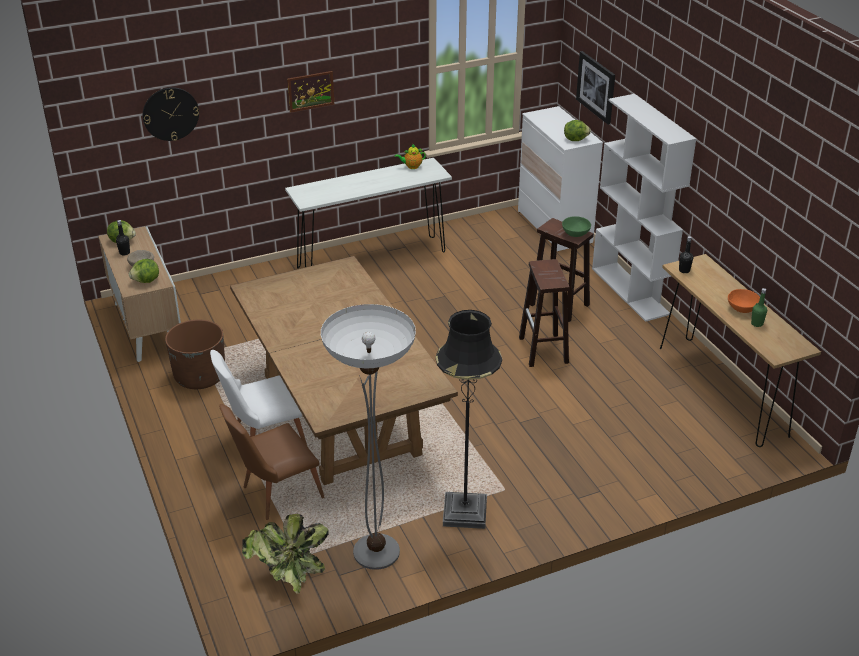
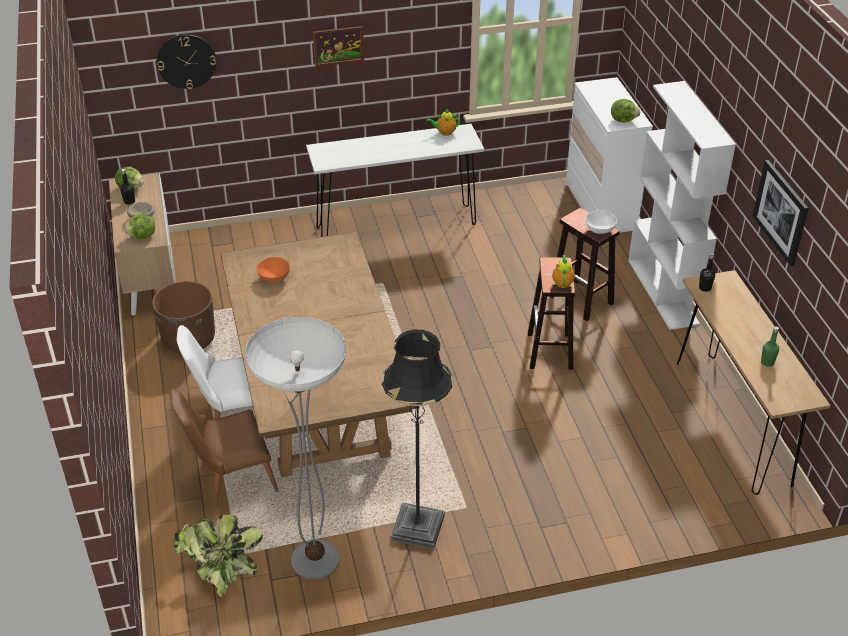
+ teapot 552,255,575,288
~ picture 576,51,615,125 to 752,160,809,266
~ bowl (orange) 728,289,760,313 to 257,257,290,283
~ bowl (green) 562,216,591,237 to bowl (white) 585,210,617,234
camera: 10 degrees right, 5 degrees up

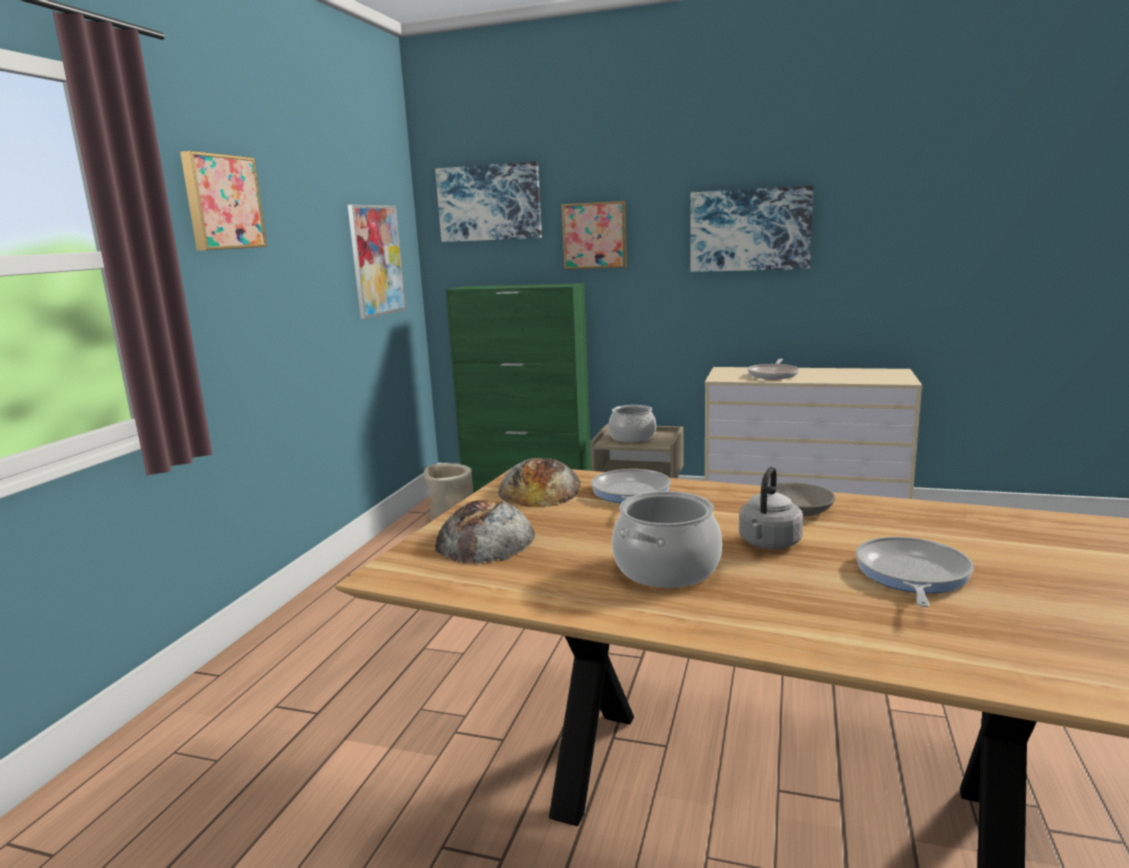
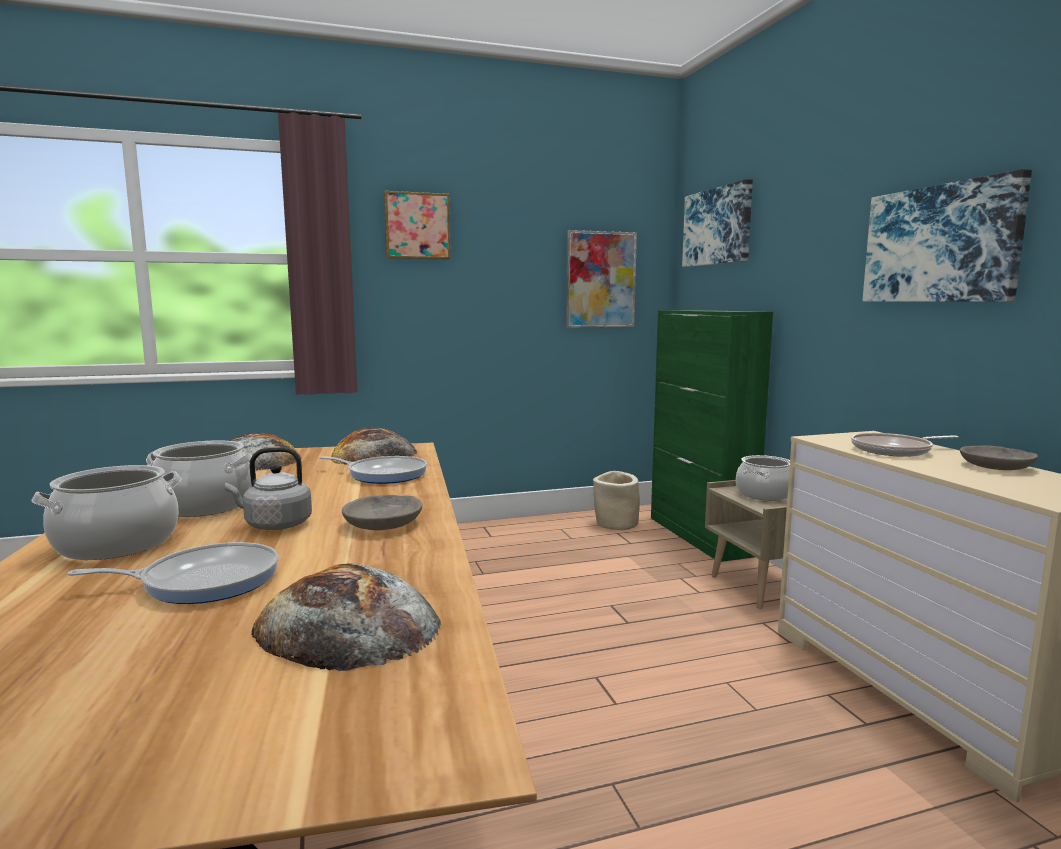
- picture 562,201,627,269
+ cooking pot 31,465,181,560
+ bread 251,563,441,671
+ bowl (grey) 960,446,1038,470
~ frying pan 591,469,671,503 = 319,456,427,484 45 degrees clockwise
camera: 55 degrees right, 5 degrees down

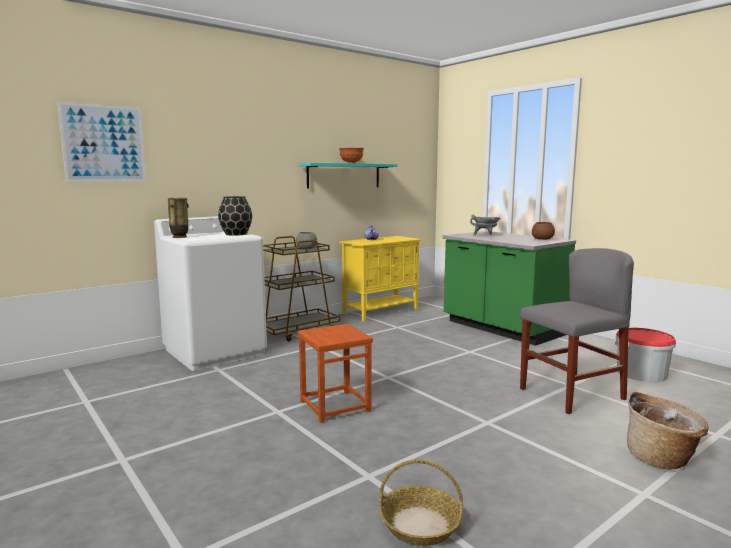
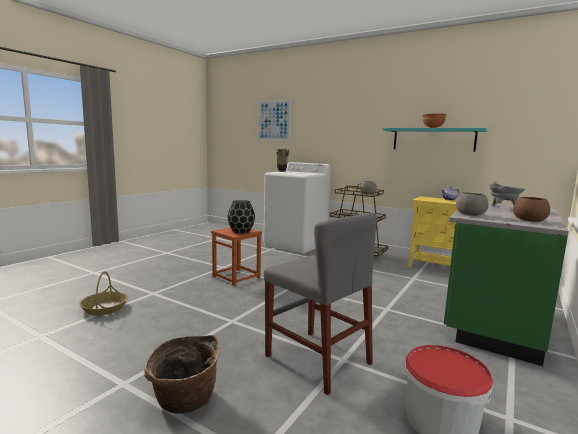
+ bowl (grey) 456,192,489,216
~ vase (black) 218,196,252,236 to 228,200,255,234
camera: 70 degrees right, 0 degrees up

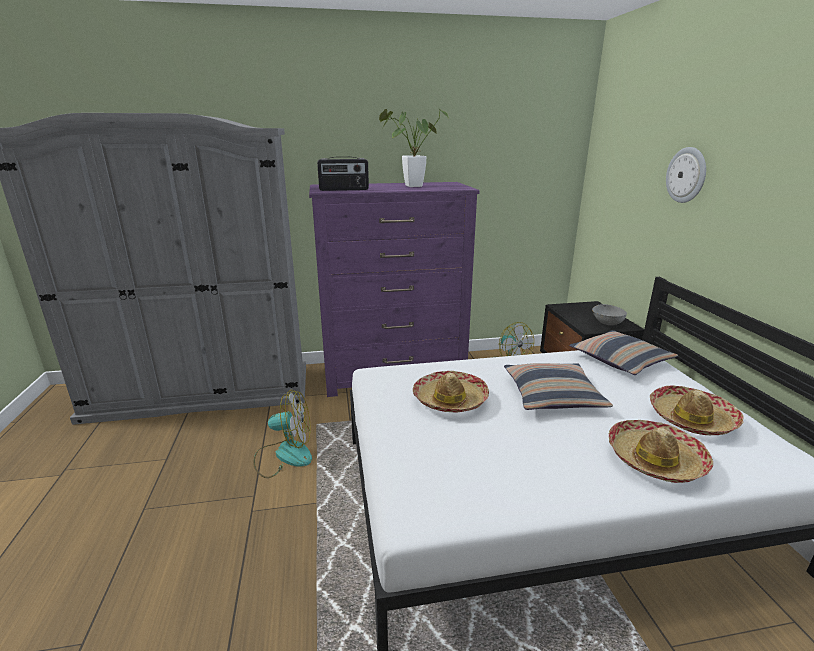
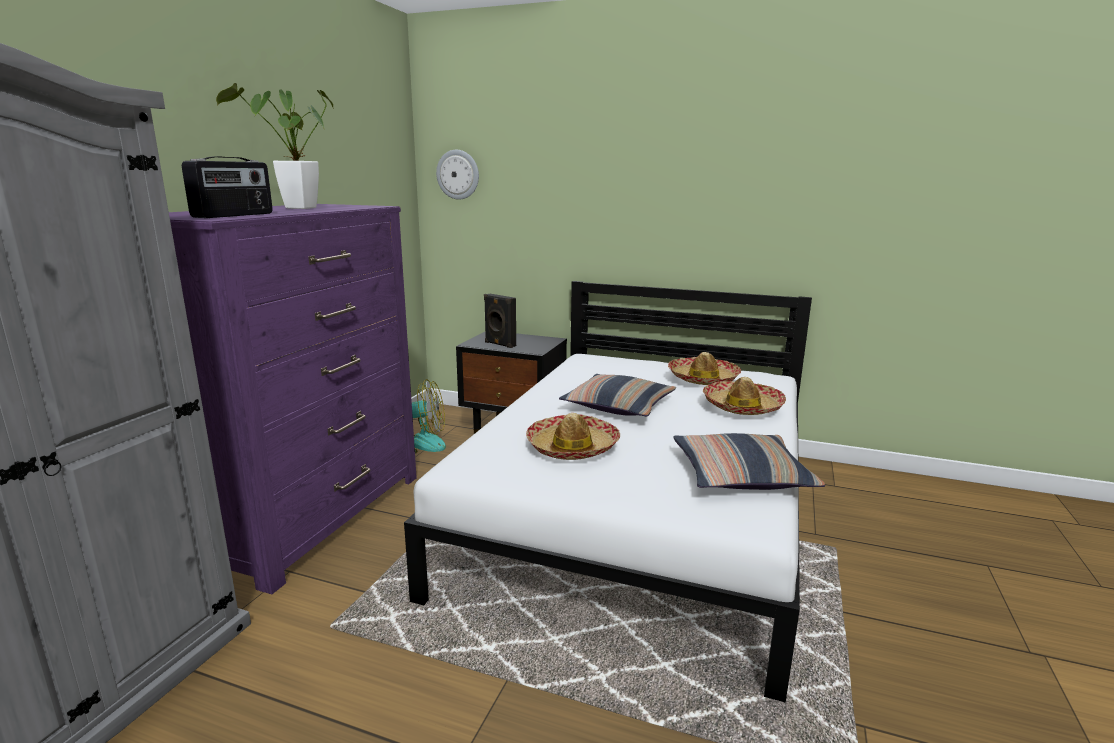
- fan 253,390,312,478
- bowl (grey) 592,304,627,325
+ speaker (black) 484,294,516,348
~ pillow 569,330,678,375 to 673,433,825,490
~ wall clock 666,147,706,203 to 436,150,479,200
camera: 60 degrees left, 5 degrees down

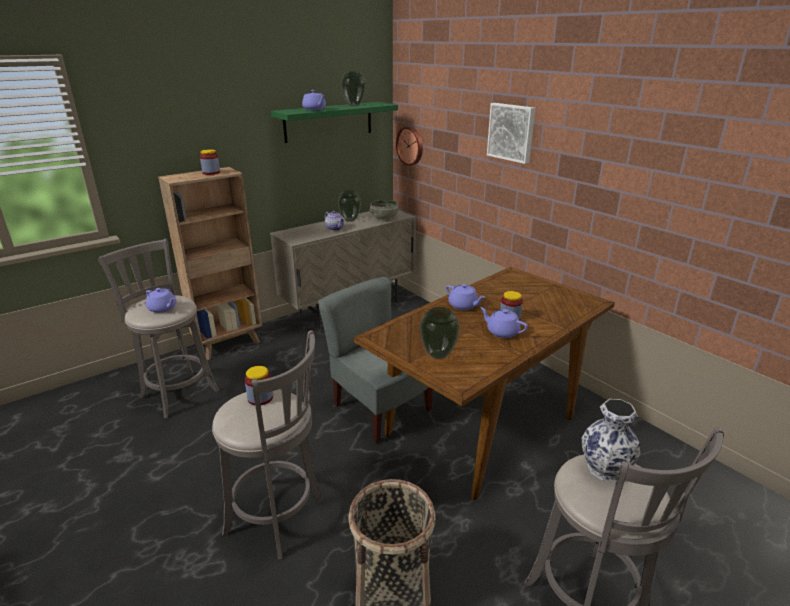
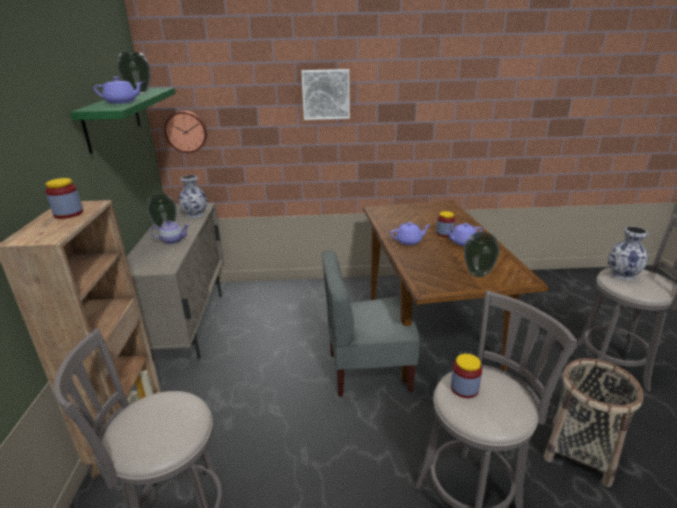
- teapot (purple) 146,288,176,313
~ bowl (grey) 369,200,399,222 to vase 179,175,207,218
camera: 55 degrees left, 0 degrees up

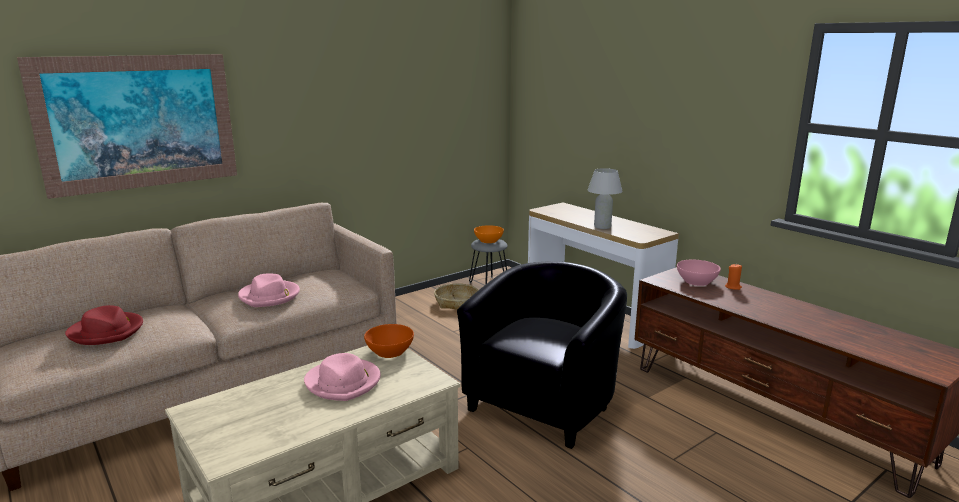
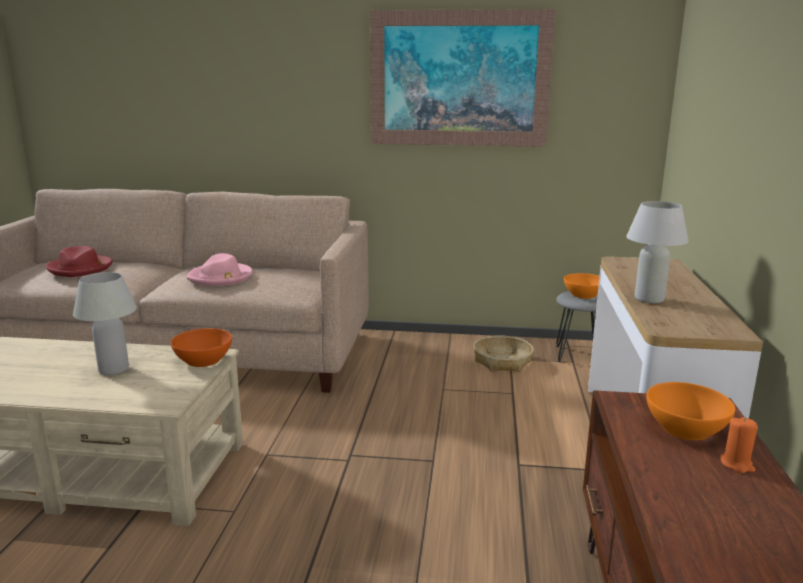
- armchair (black) 457,261,627,449
~ picture 17,54,237,199 to 370,9,555,147
~ hat (pink) 304,353,381,401 to table lamp (white) 73,272,137,375
~ bowl (pink) 677,260,721,286 to bowl (orange) 646,382,735,440
camera: 45 degrees right, 0 degrees up

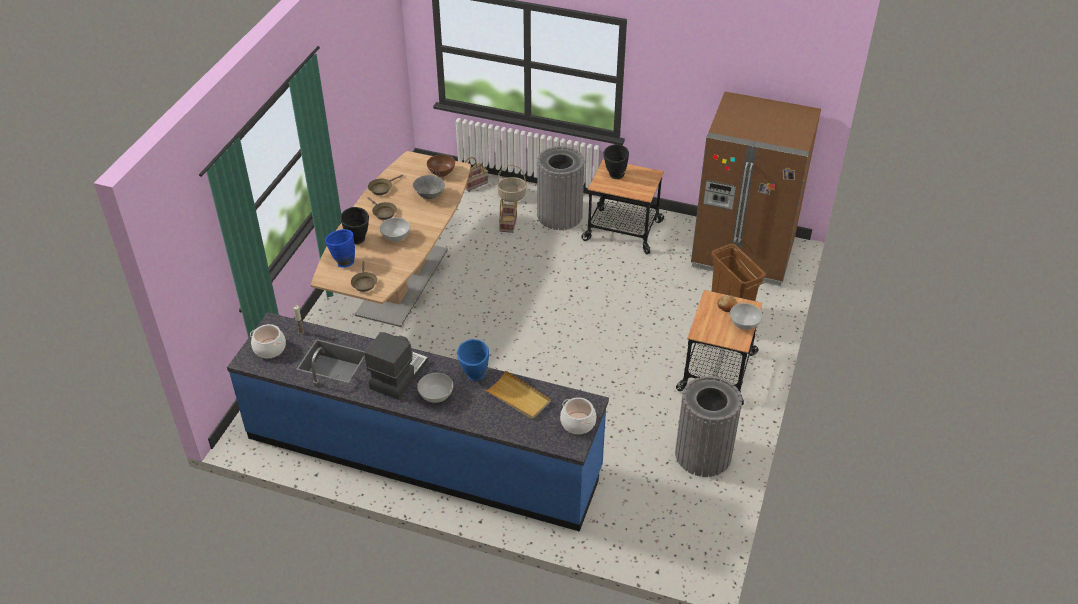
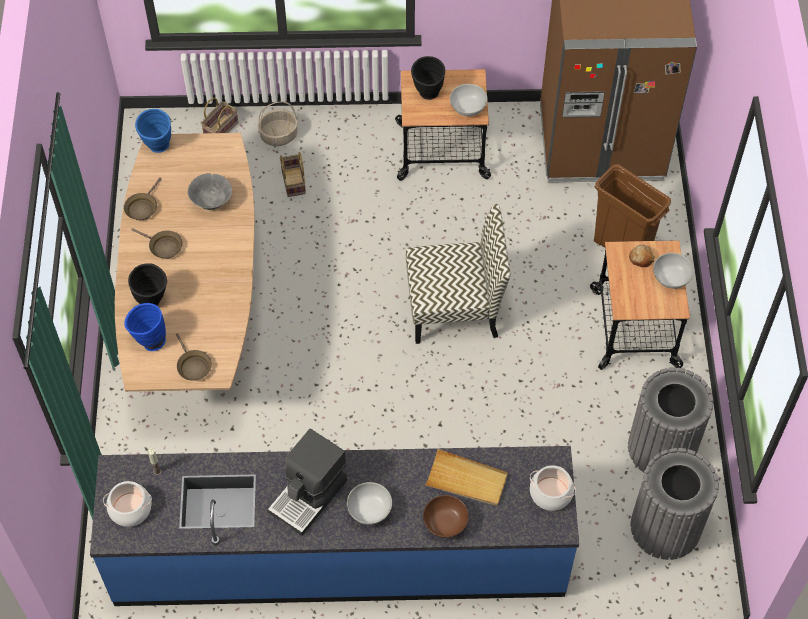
+ chair 406,204,510,344
~ bowl (white) 380,218,410,242 to 450,84,487,116
~ bowl (brown) 427,154,455,177 to 423,495,469,538
~ vase (blue) 457,339,489,381 to 135,109,171,153
~ trash can (grey) 537,146,585,230 to 630,448,719,560
~ coffee machine 364,332,428,400 = 267,428,347,536 150 degrees counterclockwise
camera: 20 degrees left, 15 degrees up

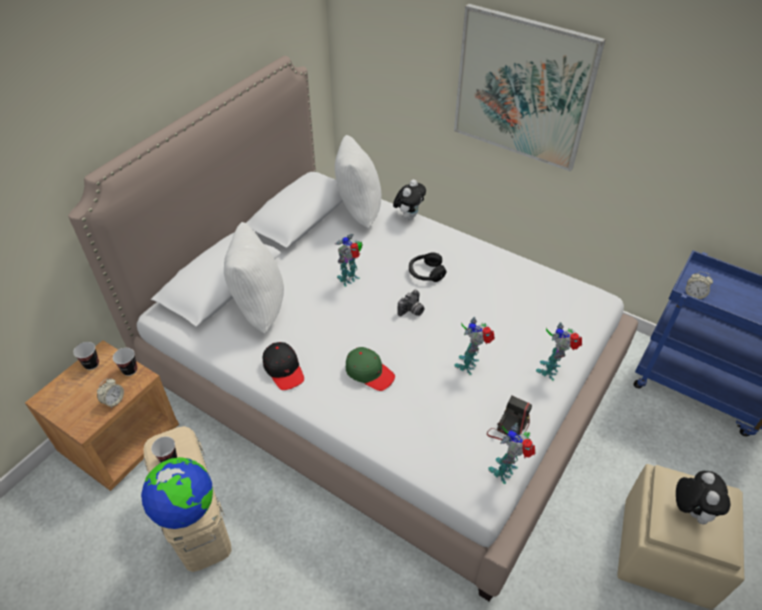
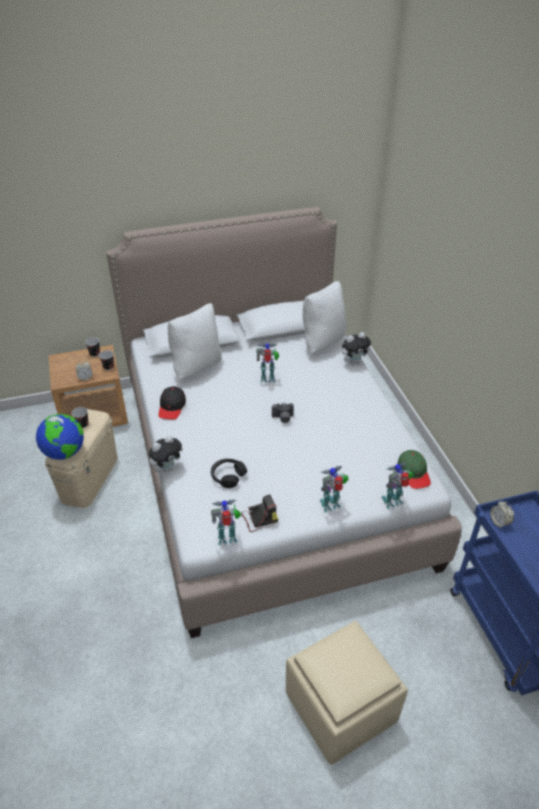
- picture 454,4,606,172
~ cap (green) 346,347,395,391 to 397,450,431,489
~ headphones (black) 409,252,447,282 to 211,459,247,488
~ toy robot 454,317,495,375 to 382,462,413,509
~ plush toy 676,471,731,525 to 149,435,183,473
camera: 40 degrees right, 5 degrees down

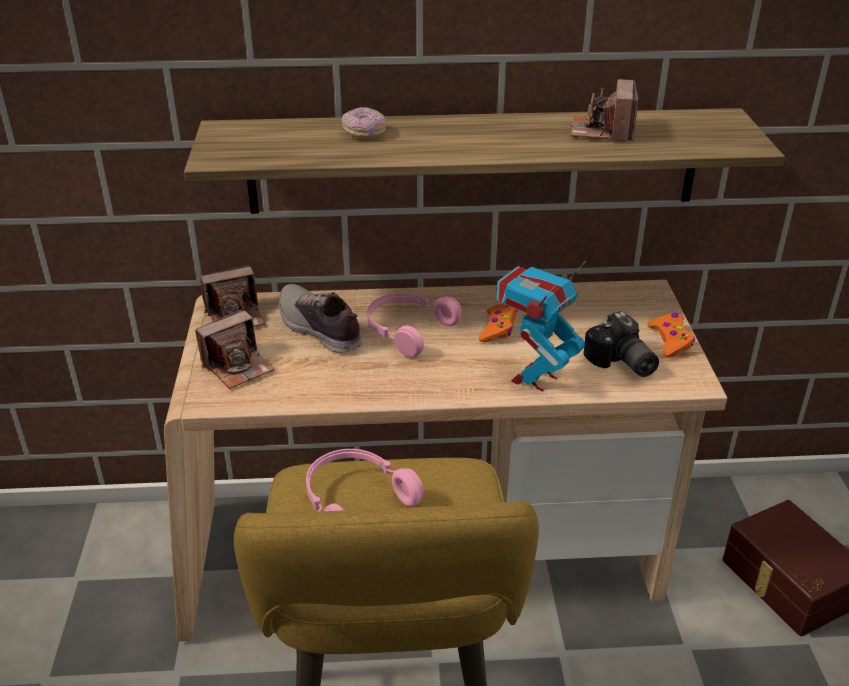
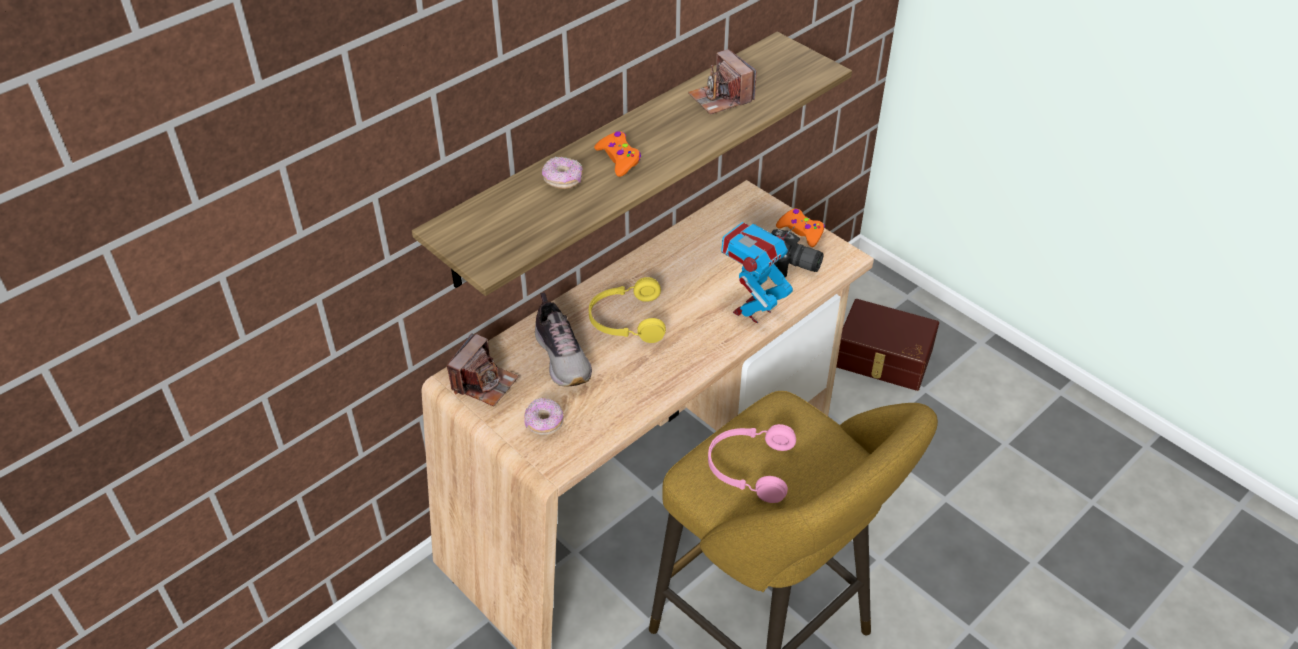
~ game controller (orange) 479,304,518,342 to 594,131,641,177
~ photo camera 195,309,275,389 to donut 524,398,564,435
~ headphones (pink) 367,293,462,357 to headphones (yellow) 589,277,666,343
~ shoe 279,284,362,353 = 535,292,592,387 120 degrees counterclockwise
~ toy robot 496,260,586,391 = 721,222,794,324 45 degrees clockwise
camera: 40 degrees left, 10 degrees up

